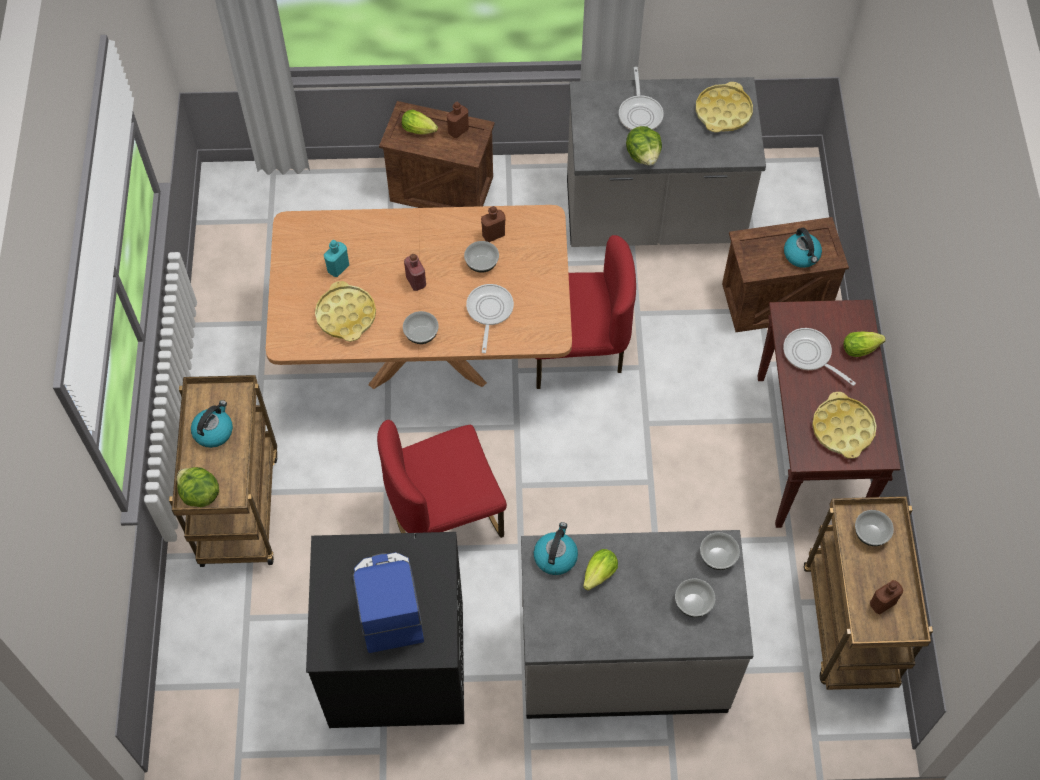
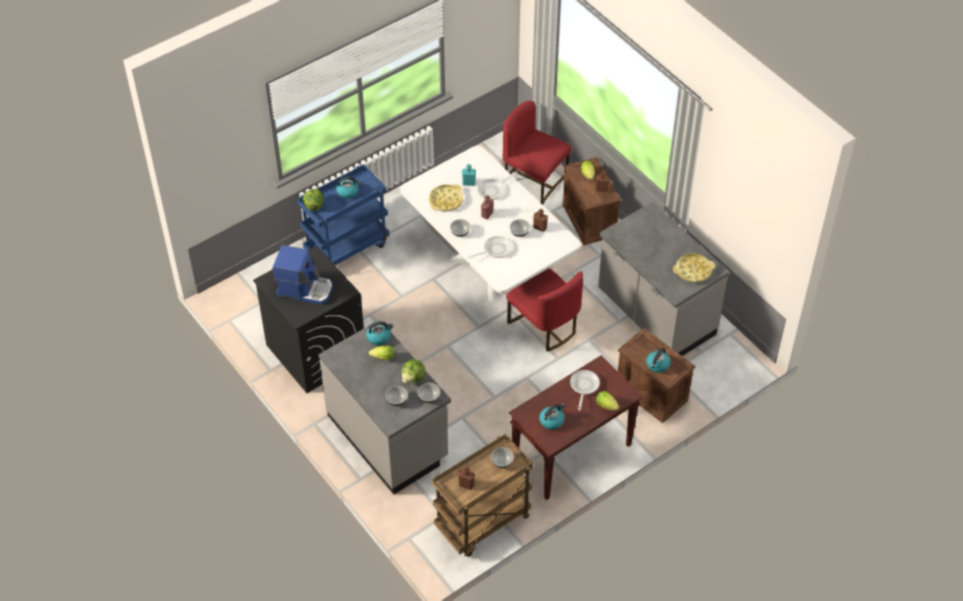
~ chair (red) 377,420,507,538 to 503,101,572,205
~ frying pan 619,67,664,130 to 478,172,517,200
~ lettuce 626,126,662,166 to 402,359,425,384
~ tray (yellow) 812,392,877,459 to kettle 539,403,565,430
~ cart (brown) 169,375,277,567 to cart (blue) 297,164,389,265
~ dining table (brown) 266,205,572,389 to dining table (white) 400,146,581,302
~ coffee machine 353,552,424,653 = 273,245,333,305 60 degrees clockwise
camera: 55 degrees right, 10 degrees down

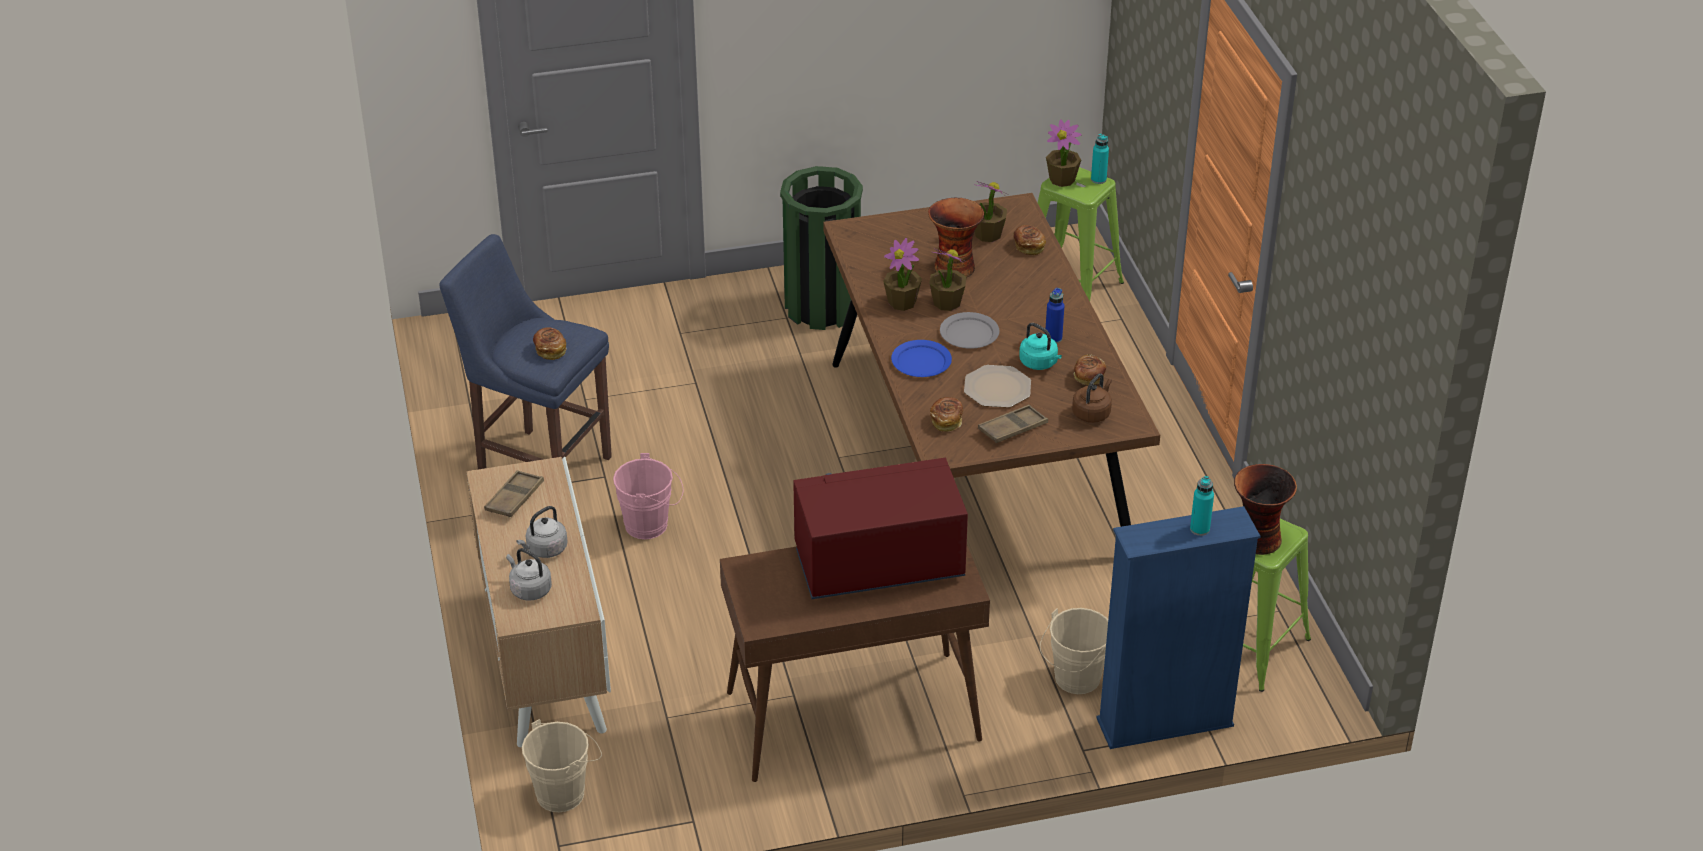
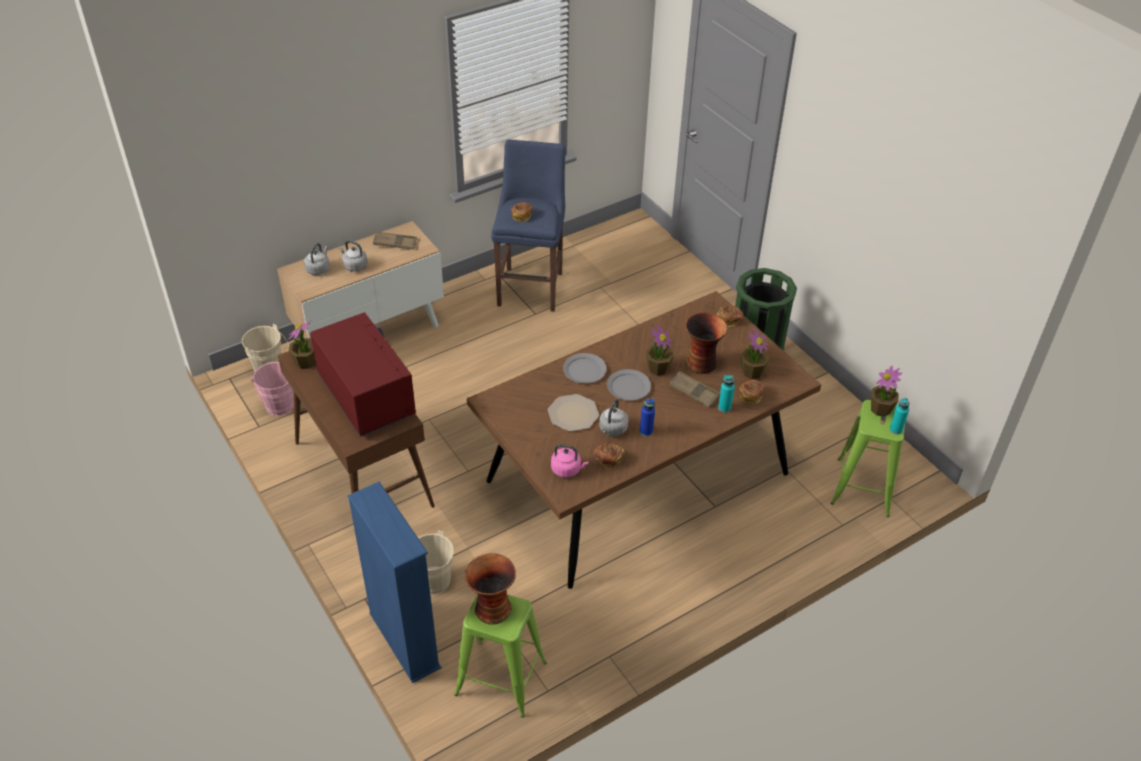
~ bucket (pink) 613,453,684,539 to 251,362,294,415
~ potted plant 883,238,922,311 to 288,320,315,369
~ bread 930,397,963,432 to 716,306,743,327
~ tray (brown) 978,405,1048,443 to 669,371,720,408
~ bottle (turquoise) 1190,476,1214,536 to 718,375,735,413
~ plate (blue) 891,340,952,377 to plate (grey) 563,353,607,383
~ kettle (turquoise) 1019,323,1062,370 to kettle (grey) 599,399,629,436
~ kettle (brown) 1072,373,1112,423 to kettle (pink) 551,444,589,478
camera: 70 degrees right, 5 degrees up

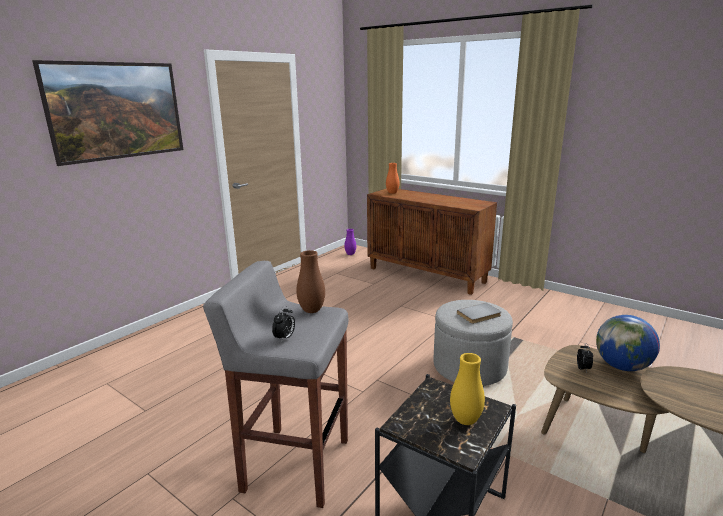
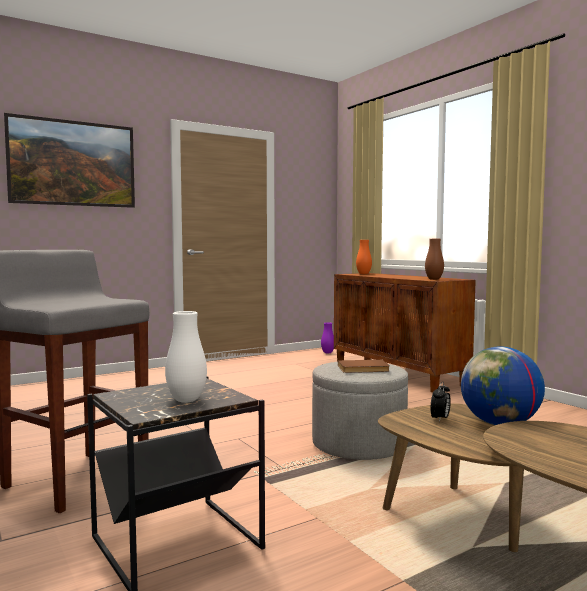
- alarm clock 272,306,295,343
~ vase (brown) 296,250,325,313 to 425,239,444,280
~ vase (yellow) 450,353,485,425 to vase (white) 165,311,207,403
~ book (grey) 457,303,501,324 to book (brown) 338,360,390,373
camera: 20 degrees right, 15 degrees down

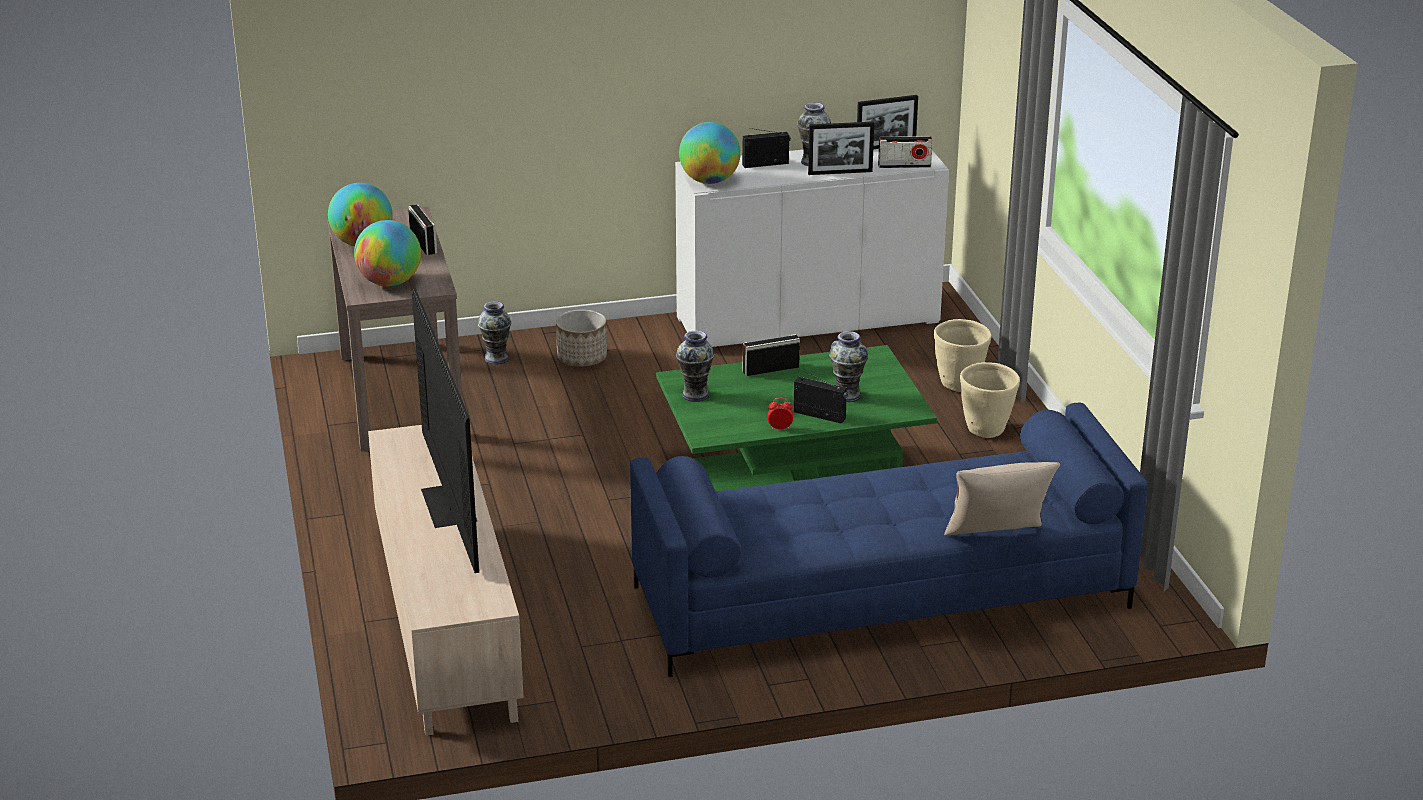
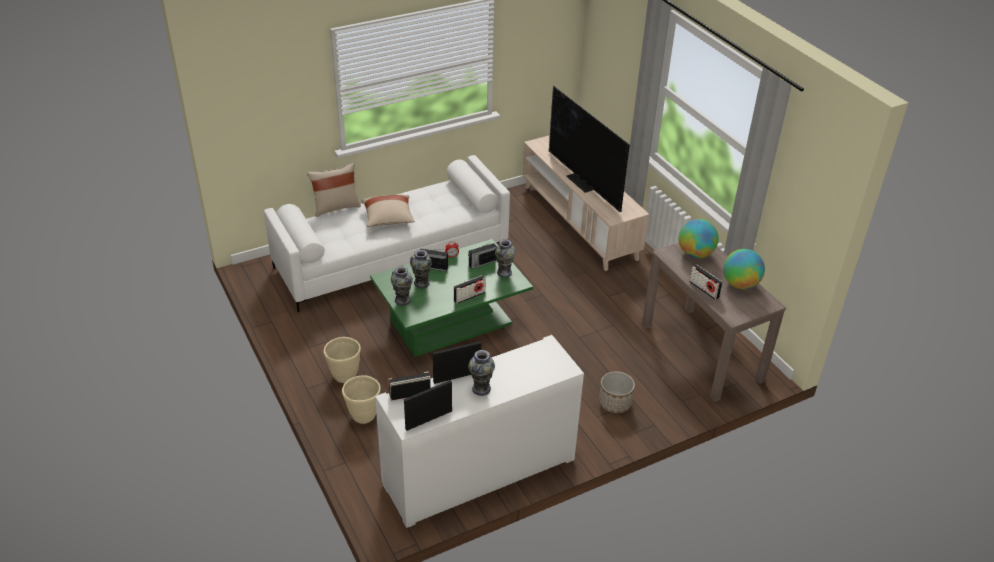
- globe 679,122,741,184
+ pillow (beige) 361,195,415,227
~ vase 478,301,511,365 to 391,266,413,305
~ radio 742,128,791,168 to 468,243,497,269
~ sofa (blue) 630,403,1148,677 to sofa (white) 264,155,510,312
camera: 165 degrees right, 10 degrees up

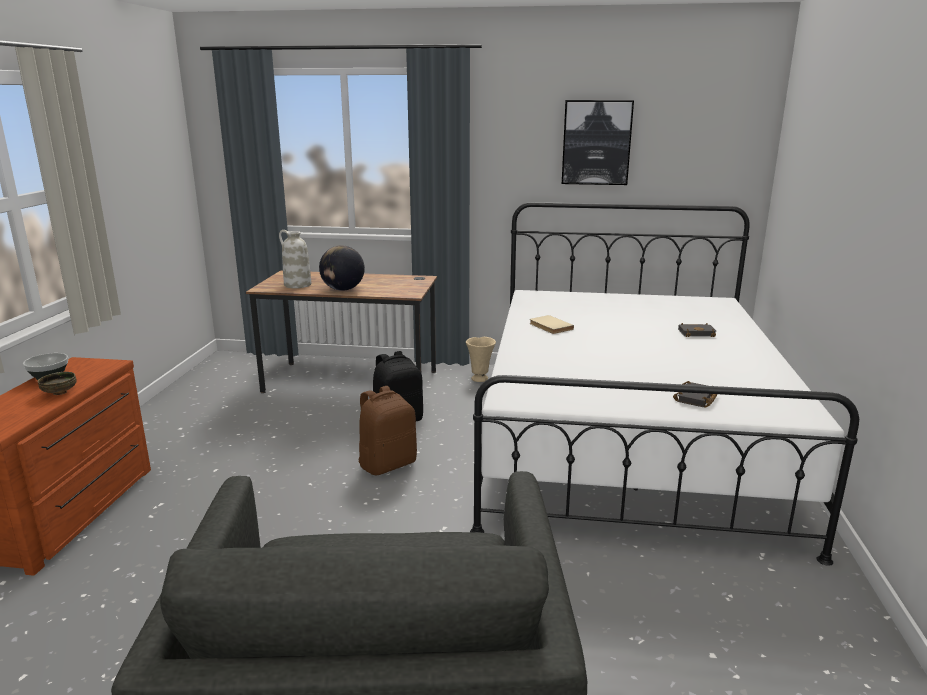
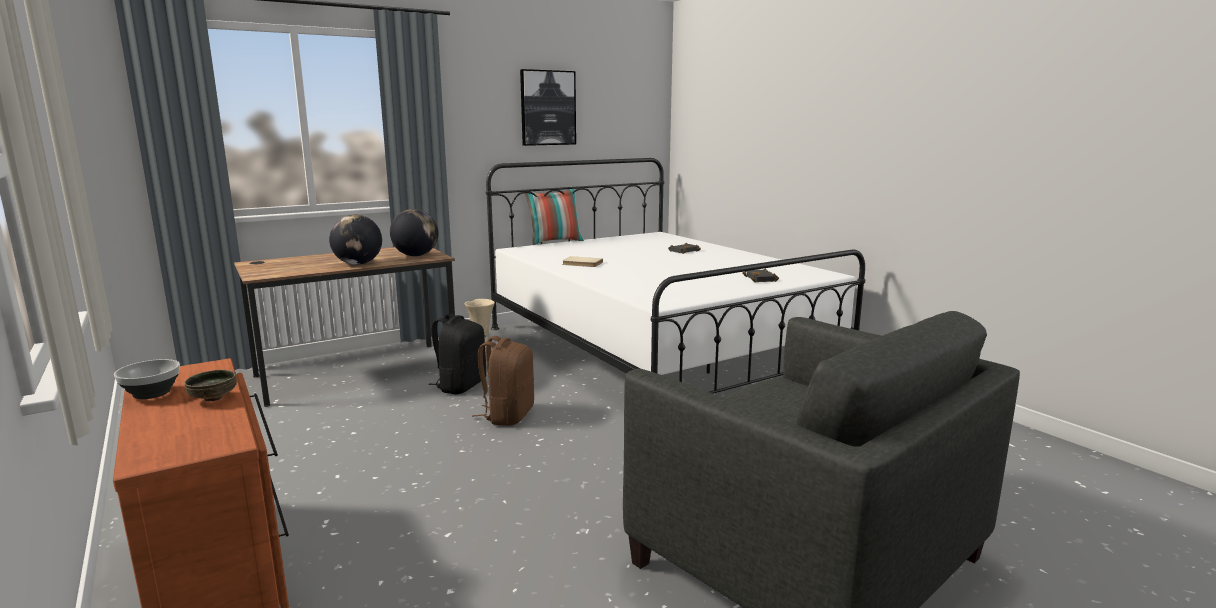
- vase (white) 279,230,311,288
+ globe 390,209,439,256
+ pillow 524,189,584,245
camera: 40 degrees left, 5 degrees down

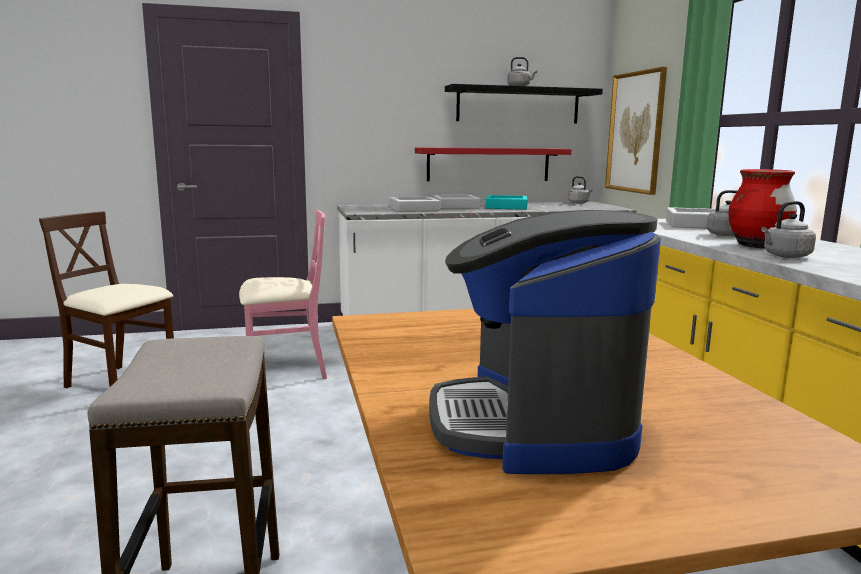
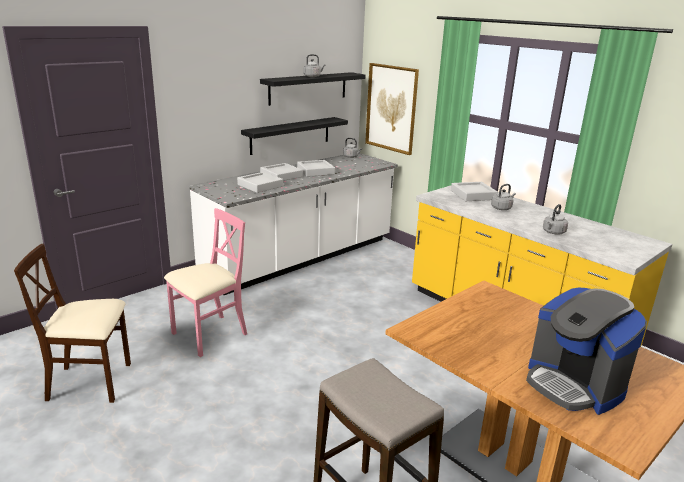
- vase (red) 728,169,797,248
~ shelf (red) 415,147,571,181 to shelf (black) 241,117,348,155
~ tray (turquoise) 486,195,528,210 to tray (grey) 297,160,335,177
camera: 30 degrees left, 10 degrees up

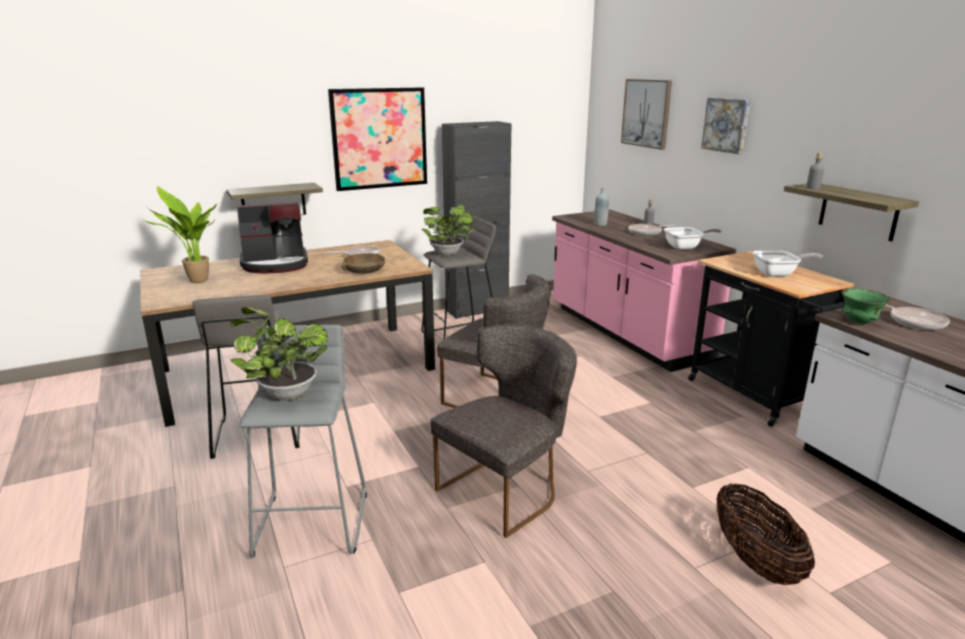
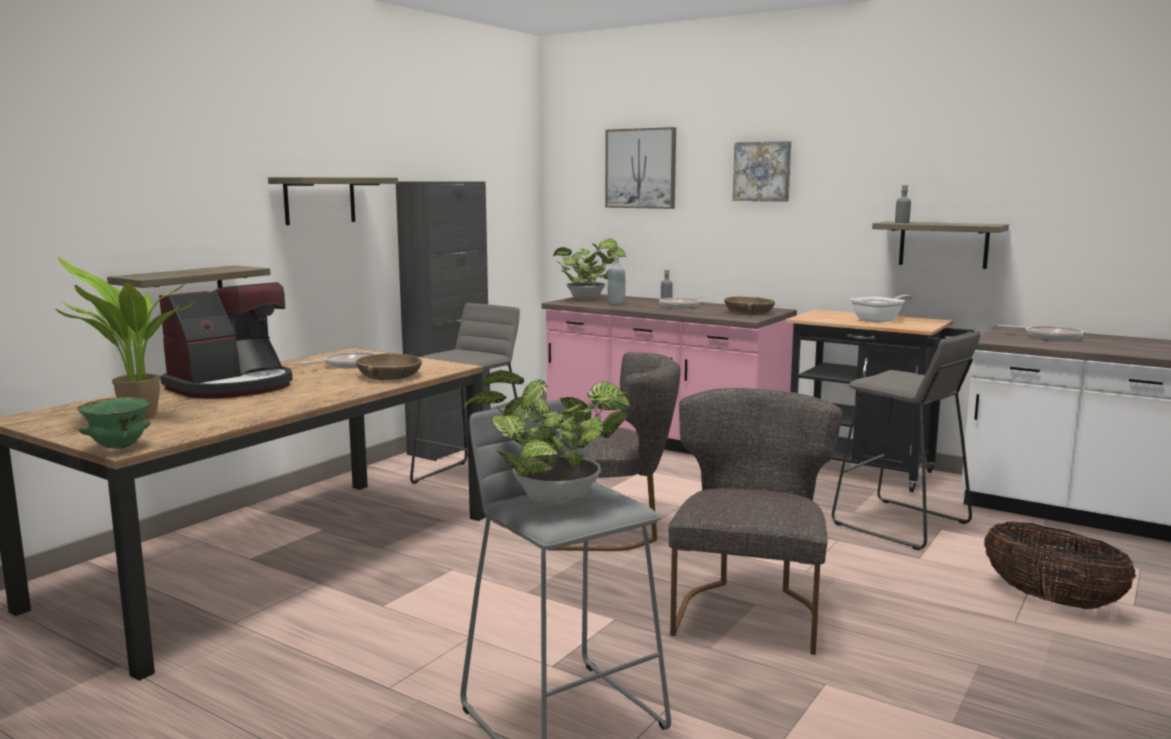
~ stool (grey) 193,294,300,459 to 832,331,980,550
~ potted plant 422,205,475,256 to 553,238,626,301
~ bowl (green) 842,288,890,324 to 77,397,151,449
~ picture 328,87,427,191 to shelf 268,177,398,225
~ frying pan 664,227,722,250 to bowl (brown) 724,296,775,315
camera: 30 degrees left, 10 degrees down

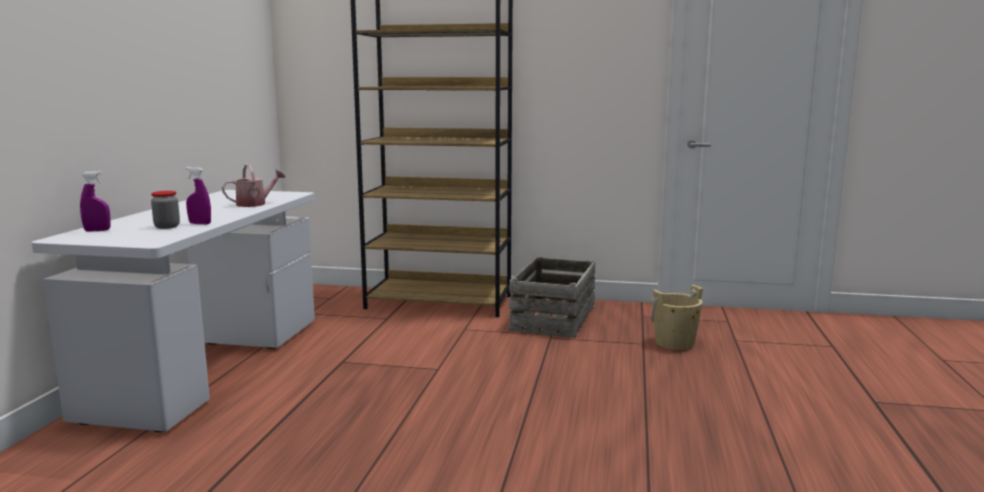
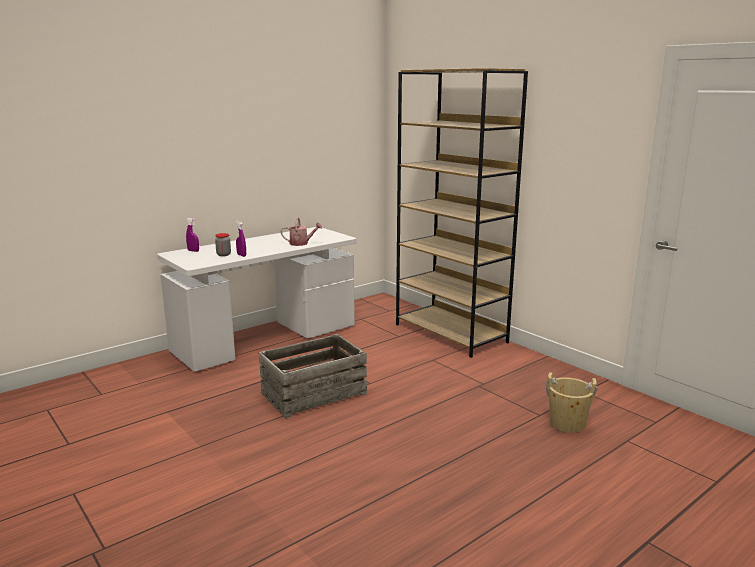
~ crate 508,257,595,338 to 259,334,367,418
camera: 40 degrees right, 5 degrees up

